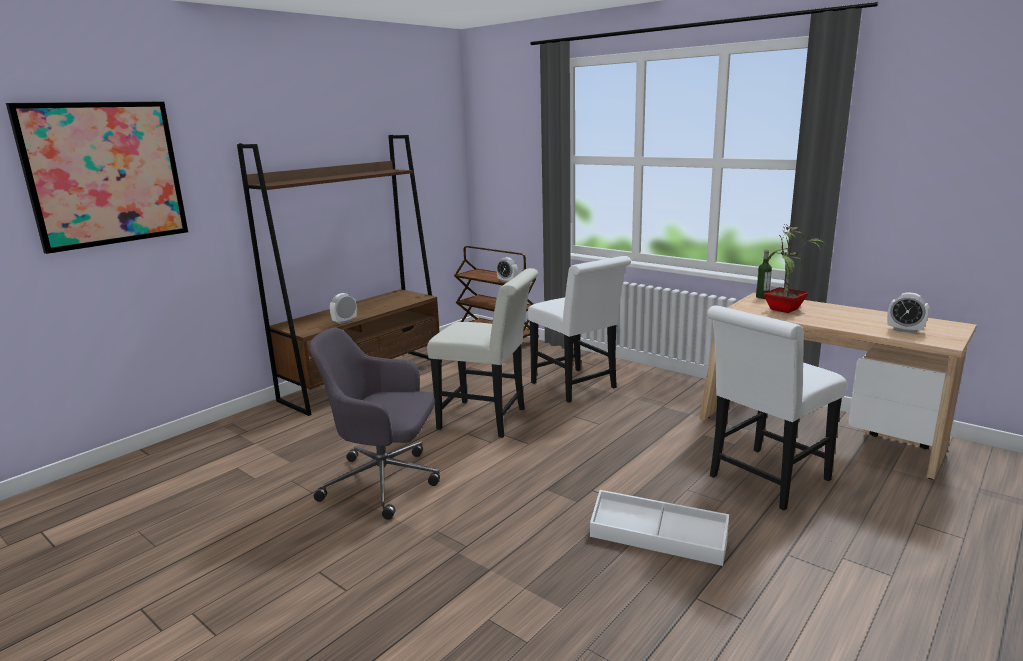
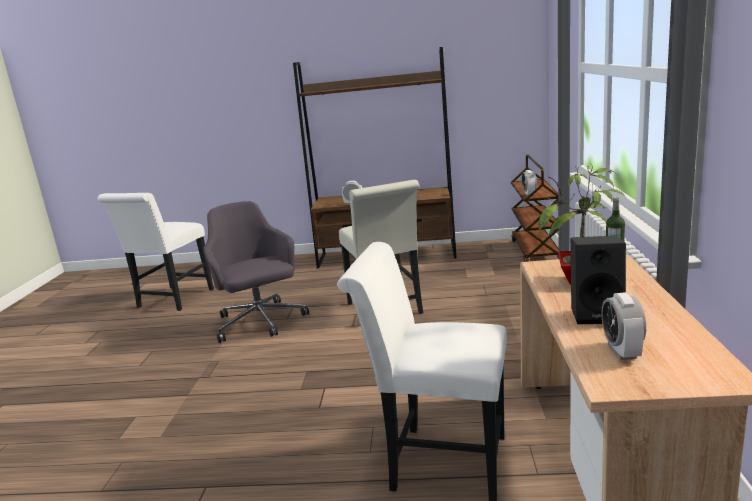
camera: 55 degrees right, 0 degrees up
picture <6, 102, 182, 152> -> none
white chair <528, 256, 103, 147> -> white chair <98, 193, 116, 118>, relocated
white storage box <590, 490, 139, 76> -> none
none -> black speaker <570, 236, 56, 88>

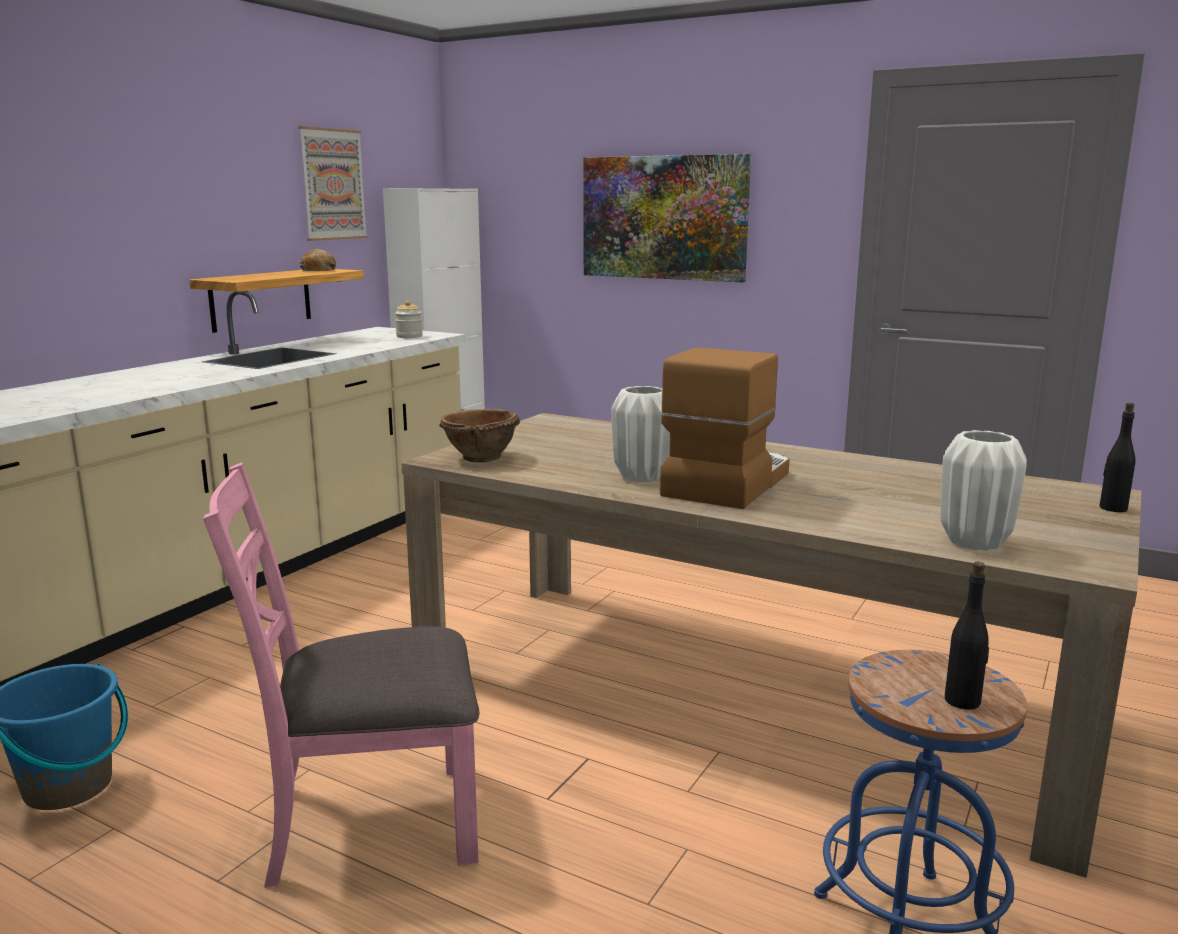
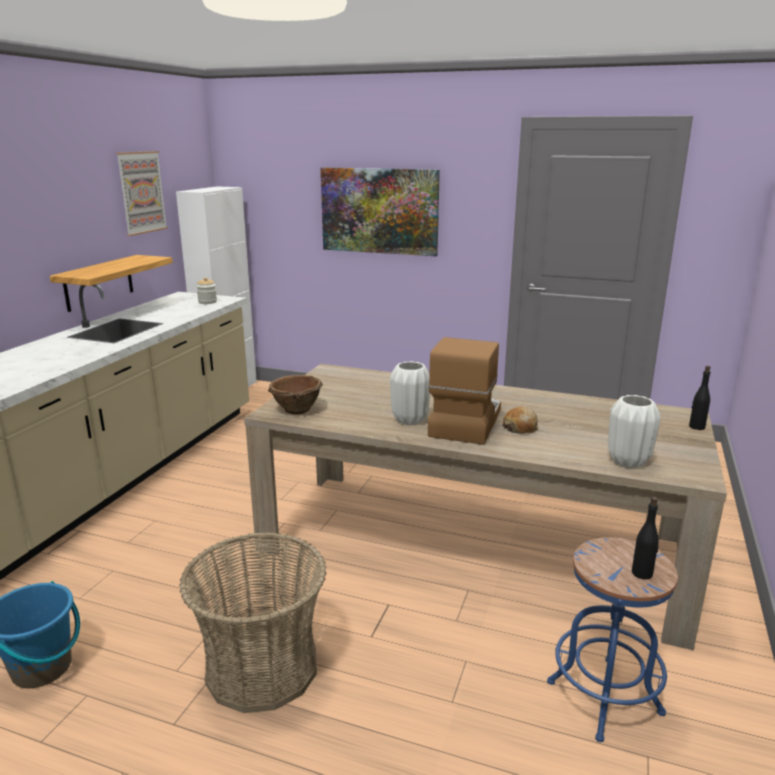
camera: 10 degrees left, 5 degrees up
bread <299, 249, 37, 22> -> bread <502, 407, 37, 27>, relocated
pink chair <203, 462, 276, 426> -> basket <179, 532, 147, 181>

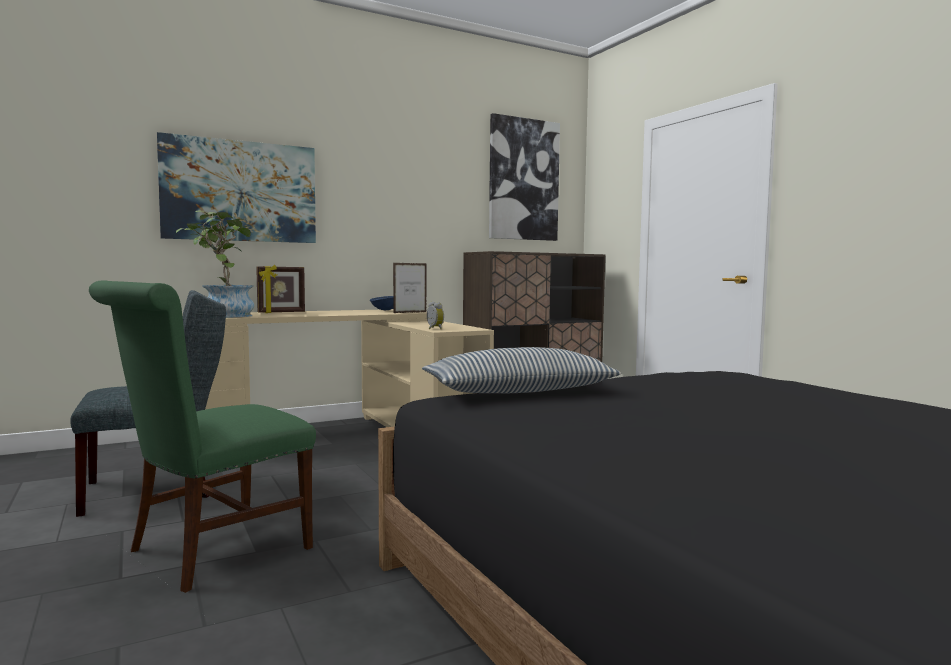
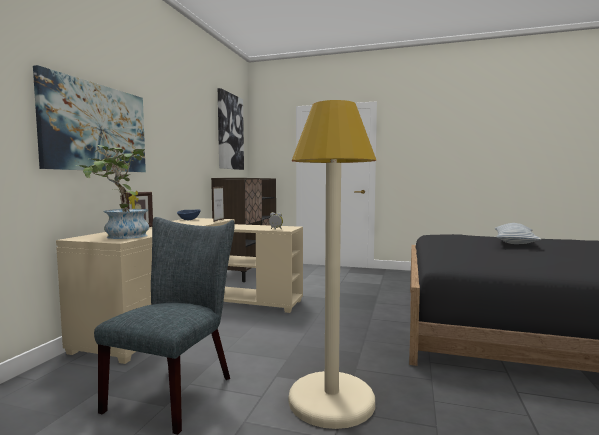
camera: 45 degrees left, 0 degrees up
green chair <89, 280, 227, 313> -> beige floor lamp <288, 100, 88, 329>
pillow <422, 347, 199, 46> -> pillow <495, 223, 46, 21>, relocated

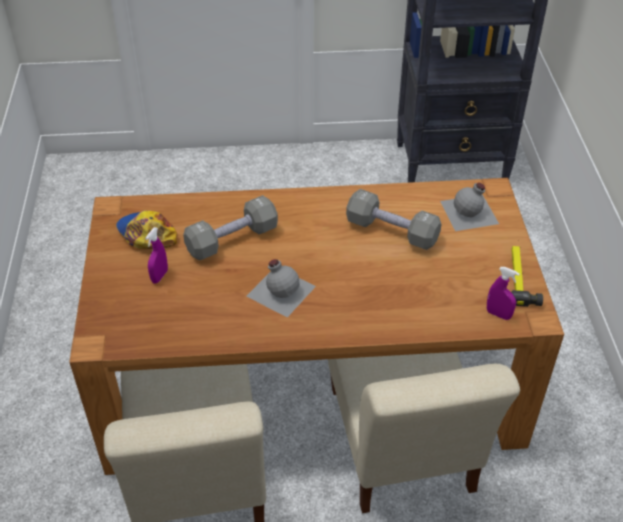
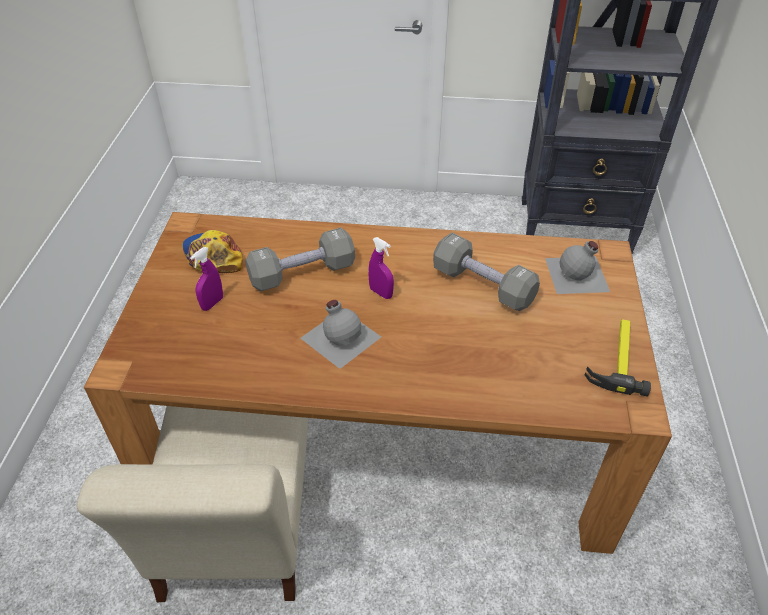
camera: 10 degrees right, 0 degrees up
purple spray bottle <487, 267, 33, 53> -> purple spray bottle <368, 237, 26, 62>, relocated
beige chair <328, 352, 192, 161> -> none

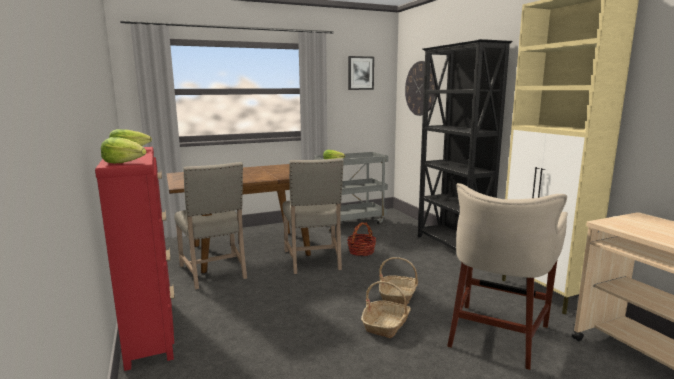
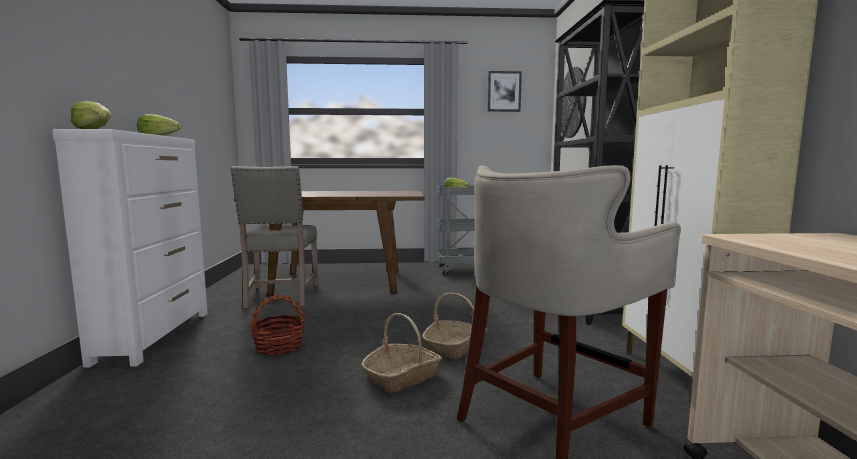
camera: 20 degrees right, 5 degrees down
red dresser <95, 147, 80, 224> -> white dresser <52, 129, 156, 239>
beige chair <282, 158, 62, 116> -> none
basket <347, 222, 29, 34> -> basket <249, 294, 57, 62>, relocated

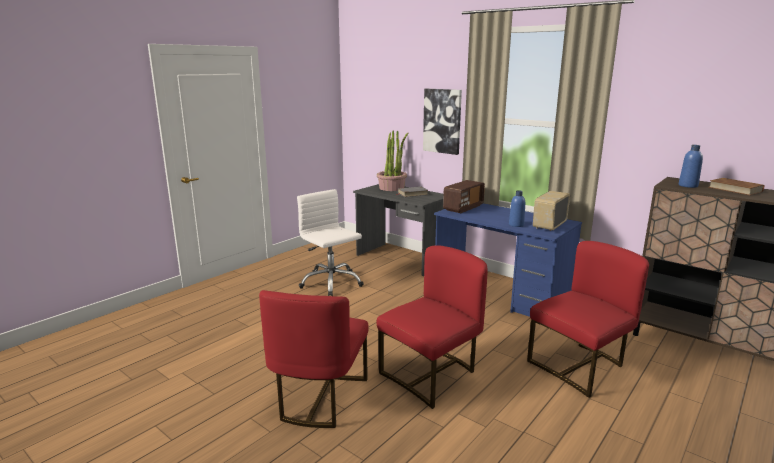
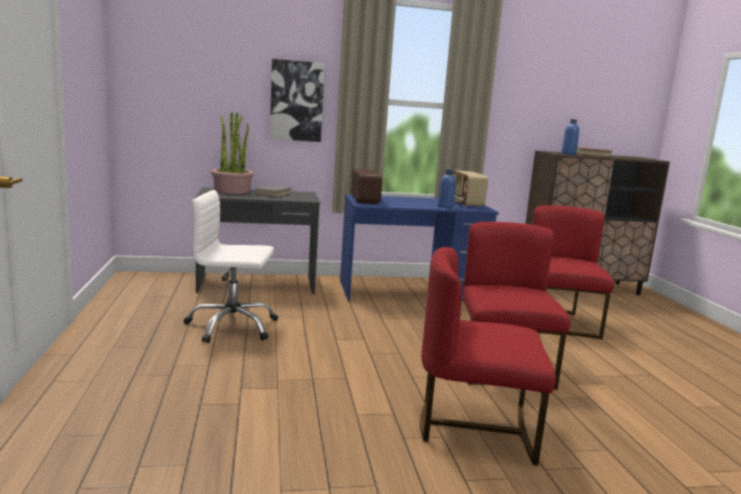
camera: 50 degrees left, 5 degrees down
red chair <259, 290, 110, 138> -> red chair <420, 247, 136, 218>, 135 degrees clockwise

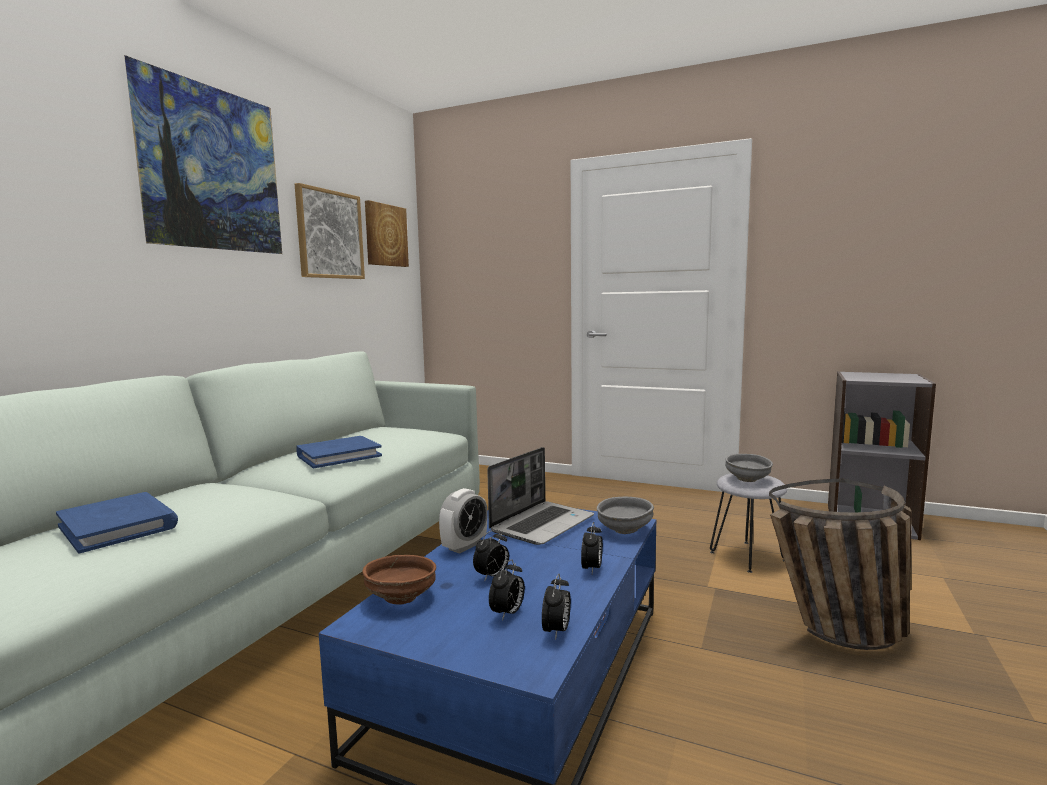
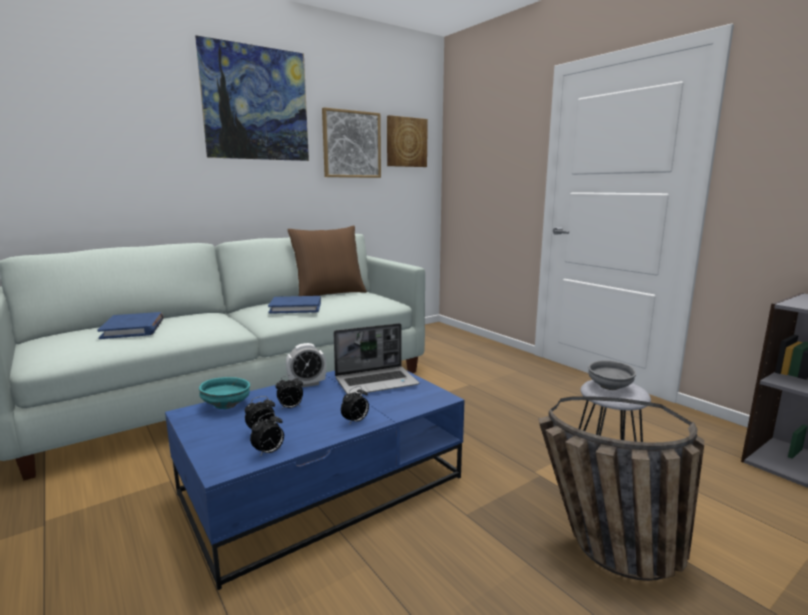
camera: 30 degrees right, 5 degrees up
grey bowl <597, 497, 57, 37> -> none
brown bowl <362, 555, 74, 49> -> turquoise bowl <199, 377, 51, 32>
none -> brown pillow <287, 226, 80, 70>

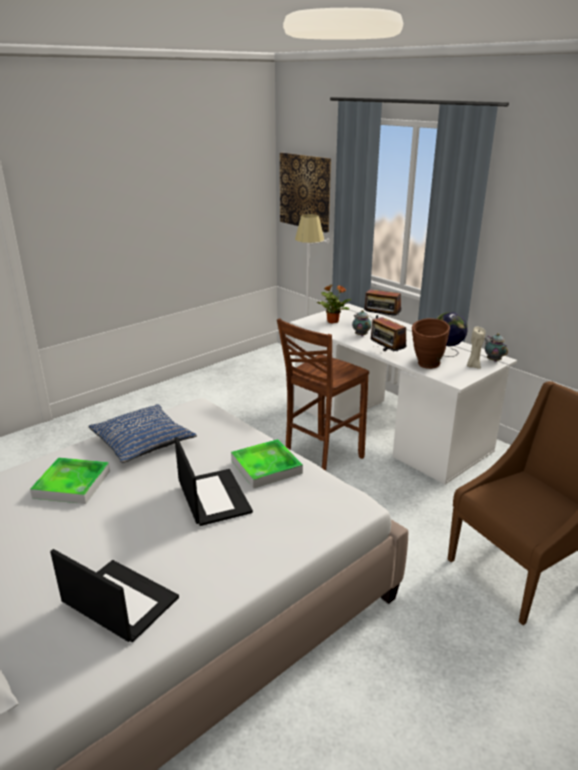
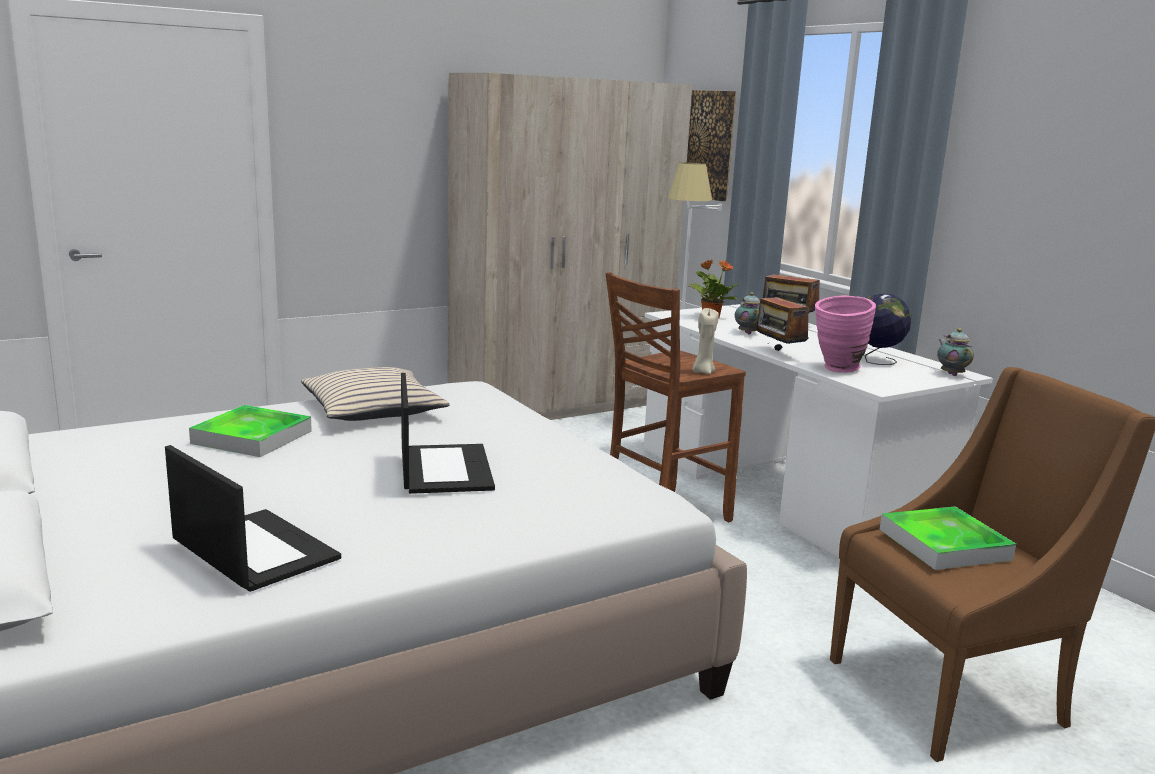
camera: 10 degrees right, 10 degrees down
brown vase <412, 318, 38, 51> -> pink vase <815, 295, 61, 78>
beige candle <467, 327, 18, 42> -> beige candle <692, 308, 27, 66>, relocated
blue pillow <88, 404, 109, 59> -> beige pillow <301, 367, 149, 54>
tray <231, 439, 72, 50> -> tray <879, 507, 137, 63>, relocated
none -> beige wardrobe <448, 73, 244, 347>

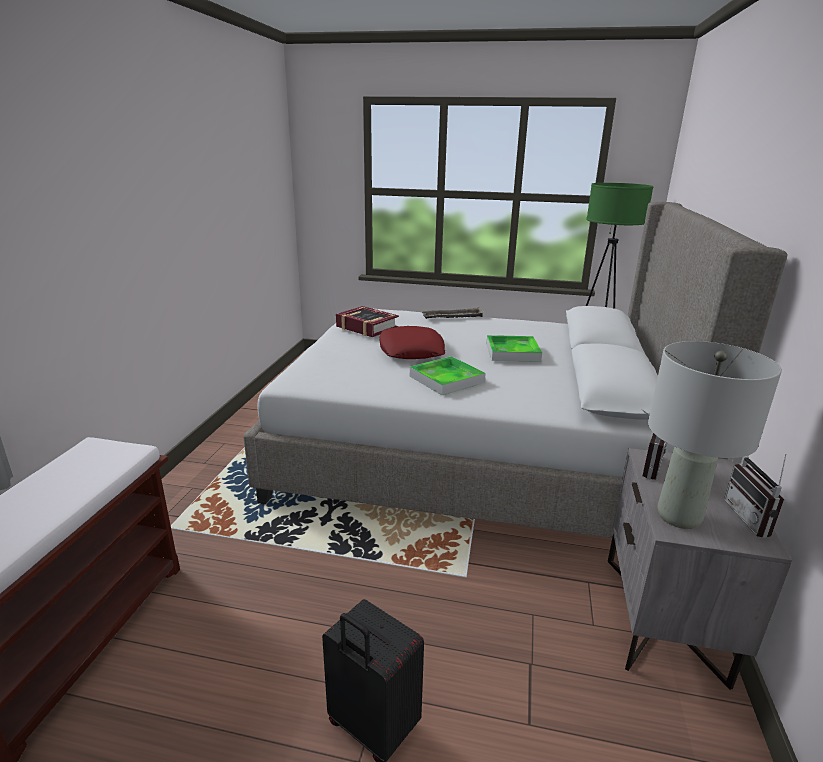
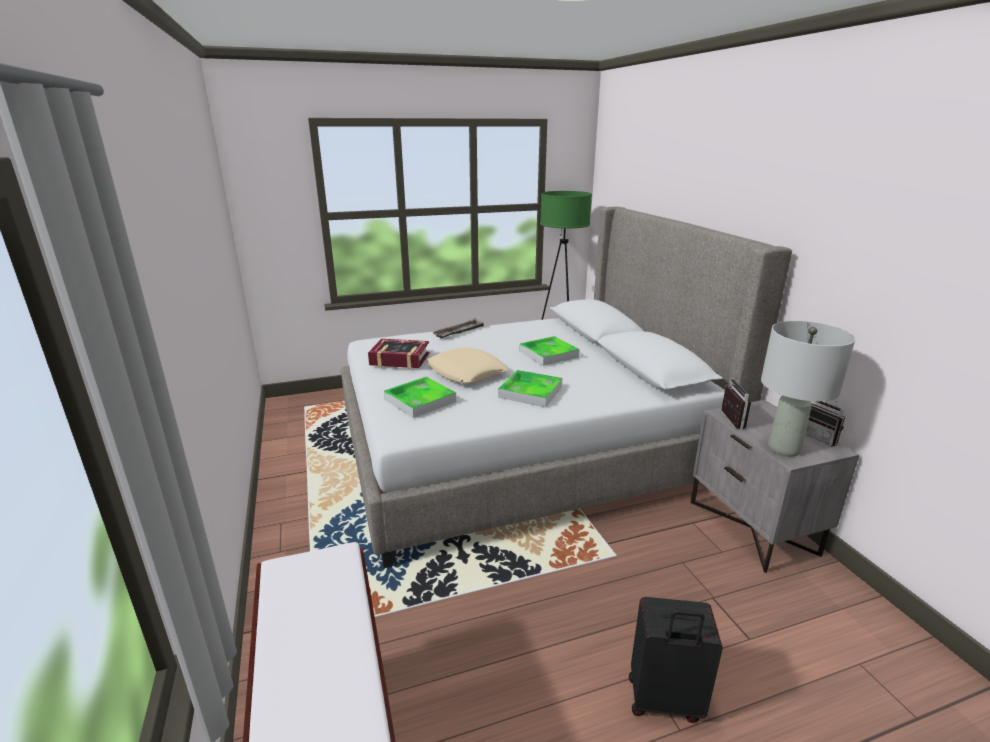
camera: 30 degrees left, 0 degrees up
red pillow <380, 326, 65, 33> -> beige pillow <426, 347, 83, 36>
none -> tray <384, 377, 72, 41>

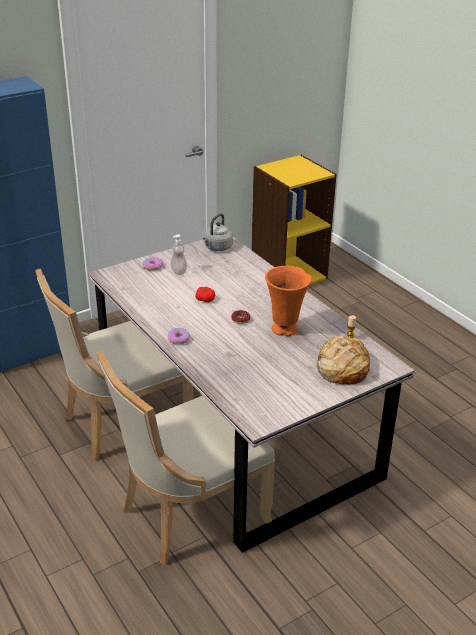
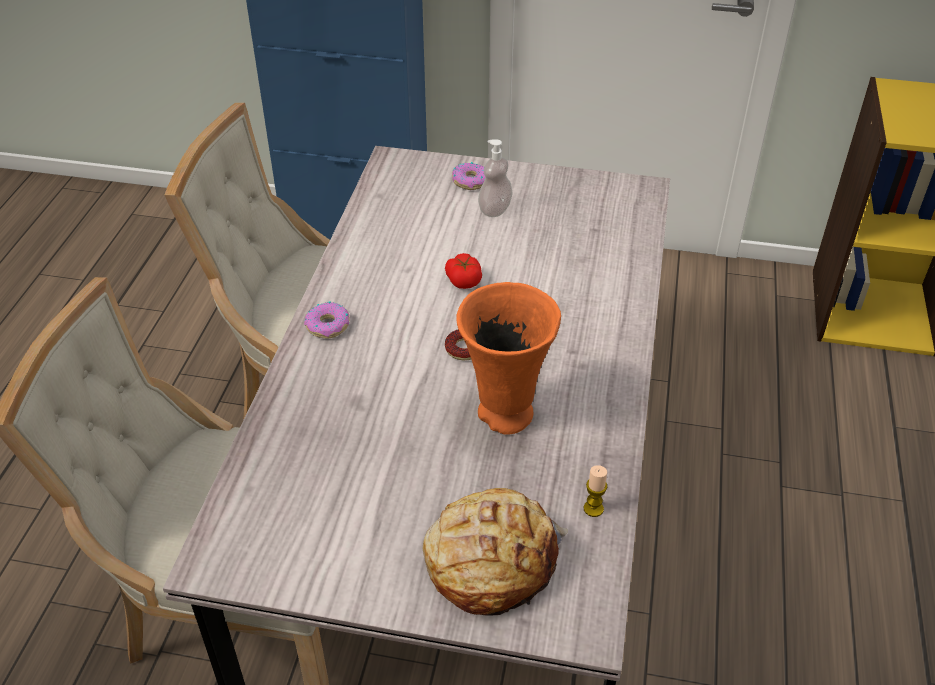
camera: 45 degrees right, 10 degrees up
grey kettle <203, 213, 30, 38> -> none

